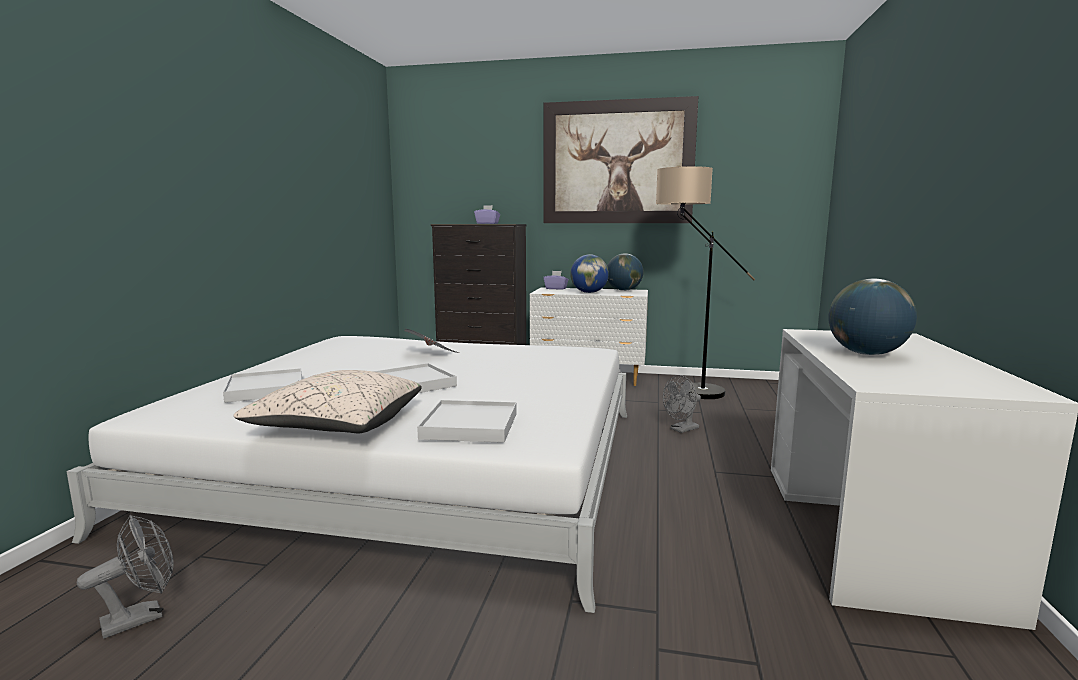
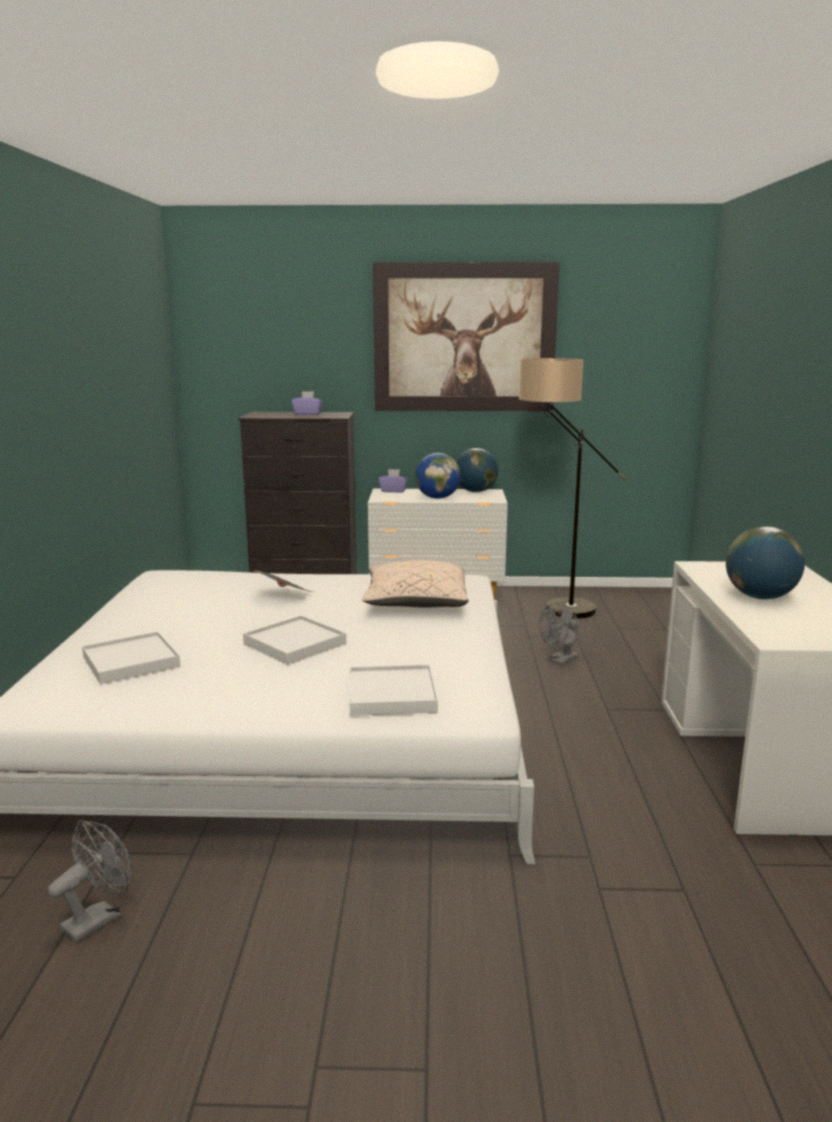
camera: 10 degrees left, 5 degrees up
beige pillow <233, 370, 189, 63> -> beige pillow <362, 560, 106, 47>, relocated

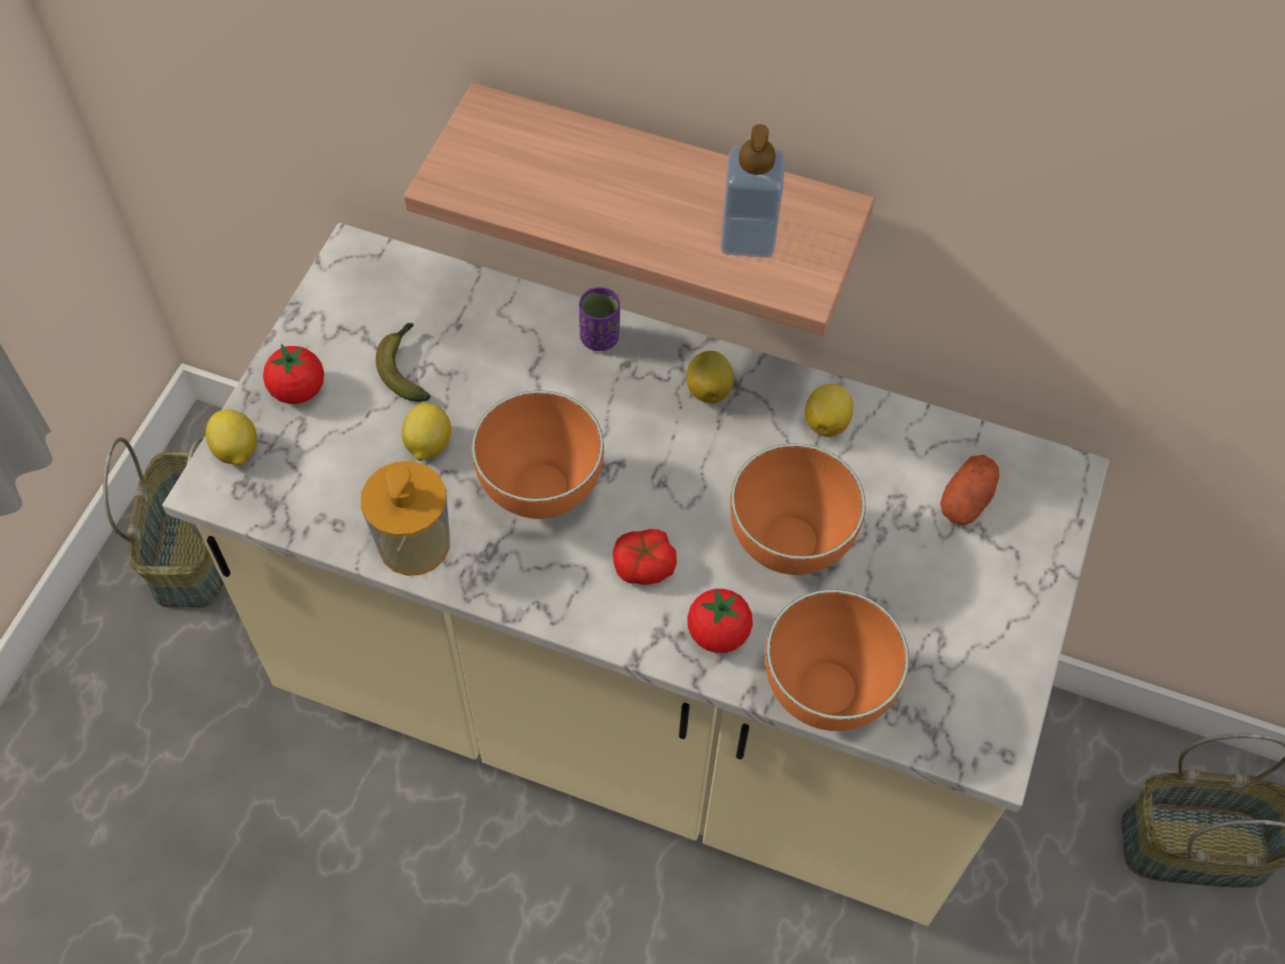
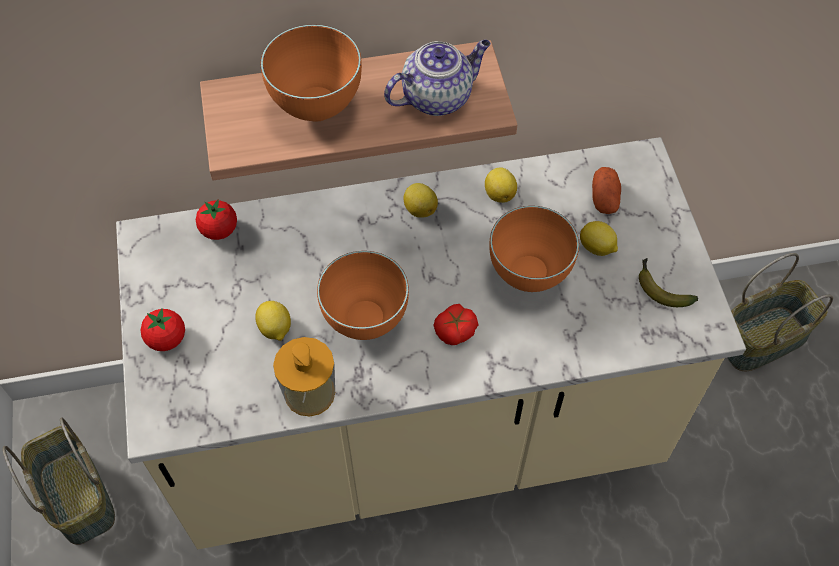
camera: 30 degrees left, 0 degrees up
soap dispenser <720, 124, 65, 134> -> teapot <384, 40, 107, 76>
purple cup <579, 287, 41, 64> -> none
banana <376, 323, 54, 79> -> banana <639, 258, 59, 49>, relocated
lemon <206, 409, 51, 57> -> lemon <580, 221, 38, 35>, relocated
tomato <687, 589, 66, 64> -> tomato <196, 199, 41, 41>, relocated
orange bowl <765, 589, 144, 142> -> orange bowl <260, 25, 102, 97>, relocated

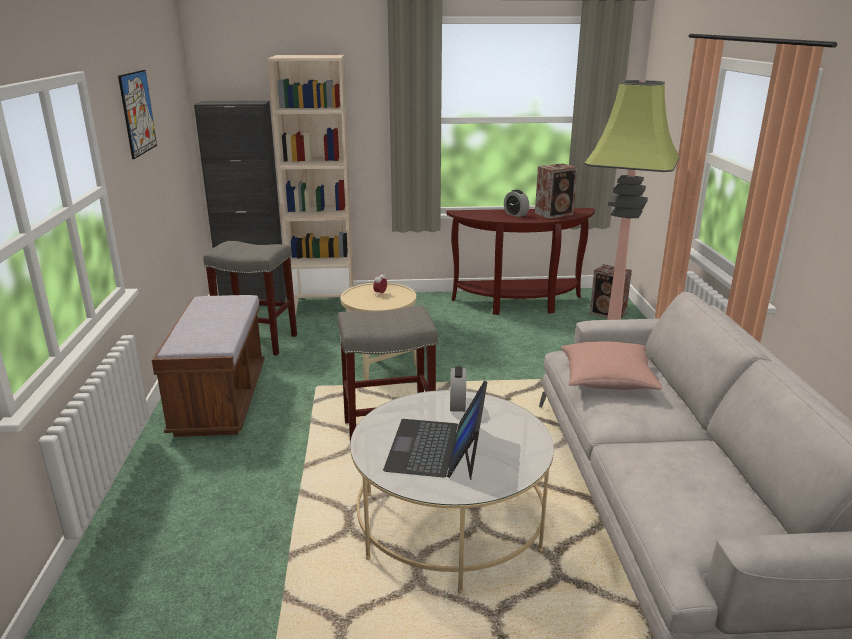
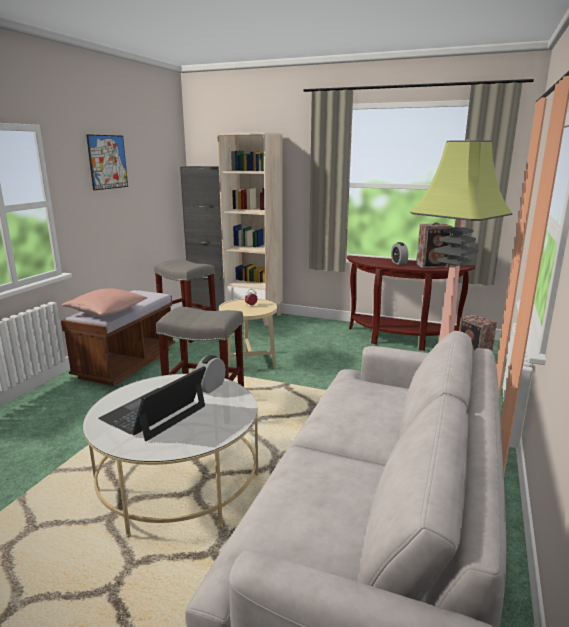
camera: 25 degrees right, 5 degrees down
pink pillow <561, 341, 101, 49> -> pink pillow <62, 288, 85, 28>, relocated

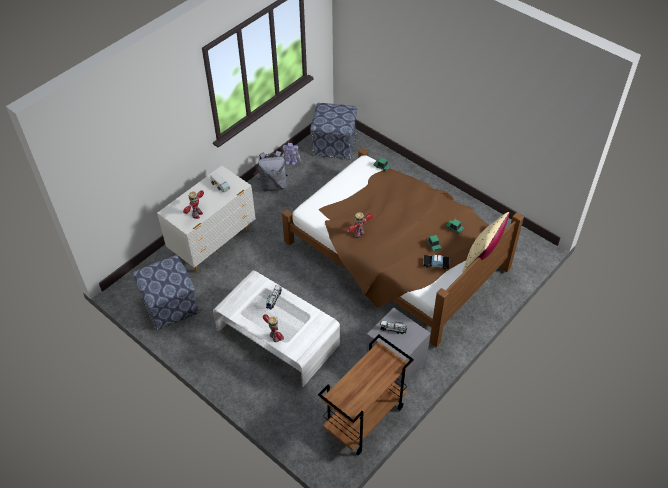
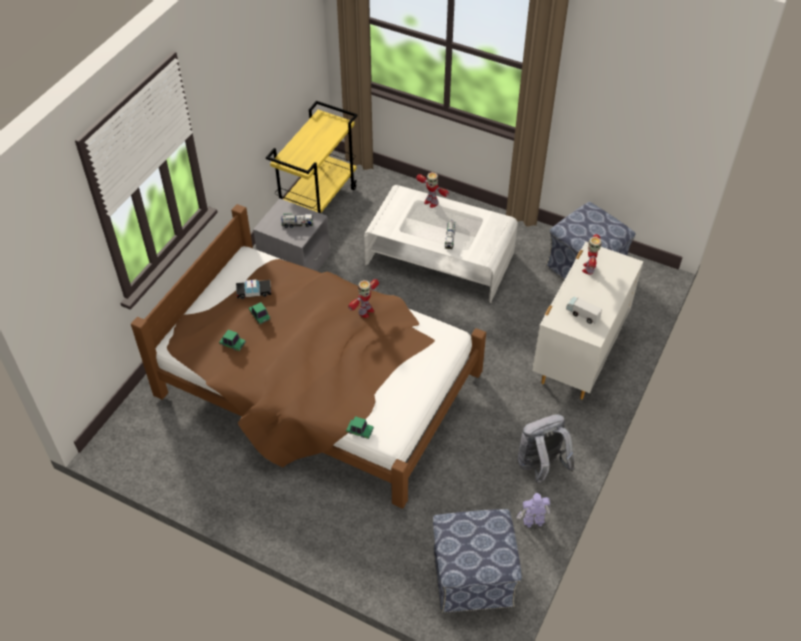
camera: 165 degrees right, 0 degrees up
beige pillow <463, 212, 46, 60> -> none
brown cart <318, 334, 96, 121> -> yellow cart <266, 101, 92, 112>

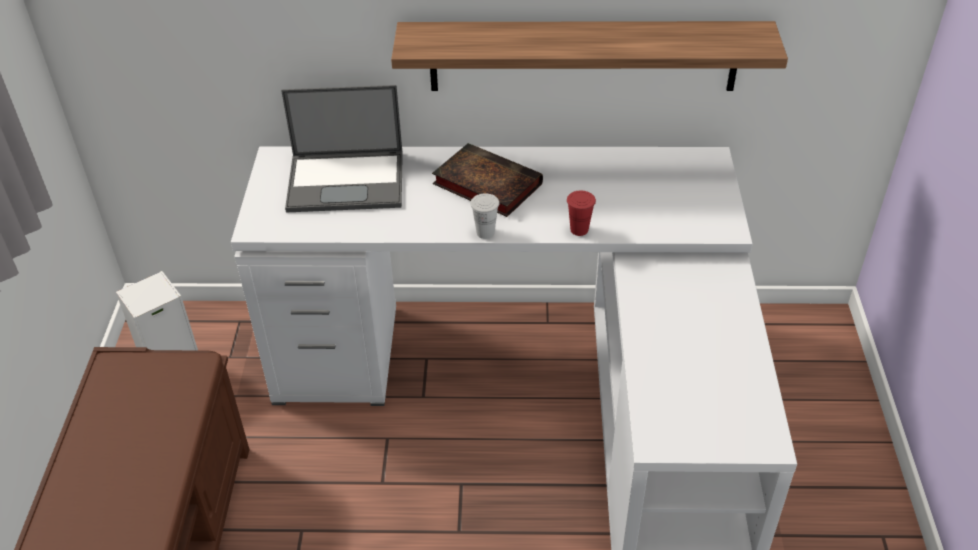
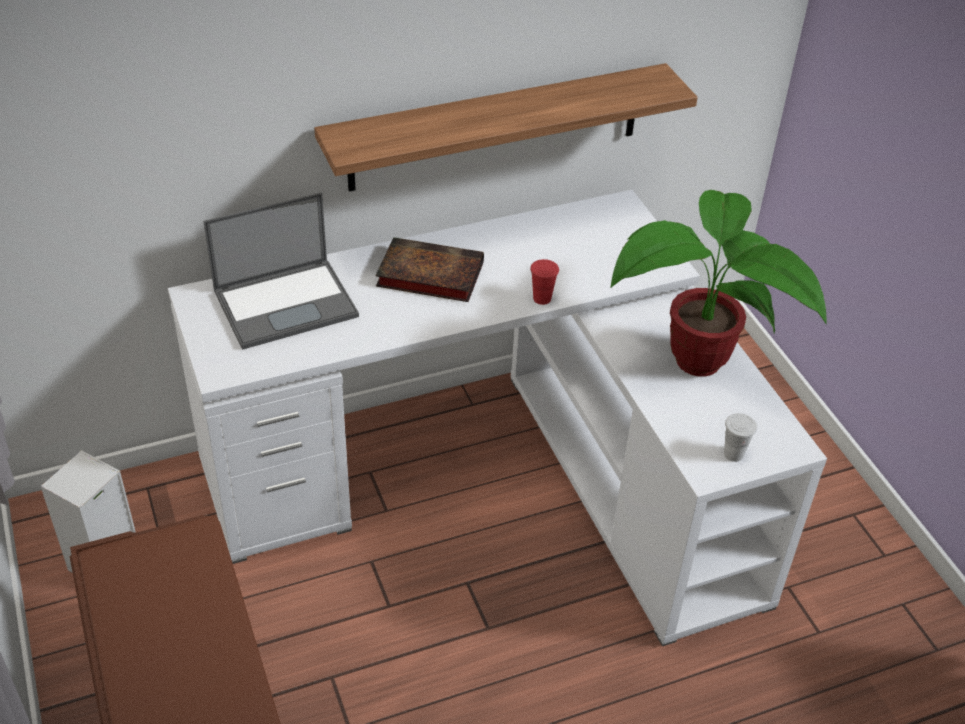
camera: 25 degrees left, 0 degrees up
white cup <470, 193, 29, 46> -> white cup <724, 413, 33, 49>, relocated
none -> potted plant <610, 190, 217, 187>

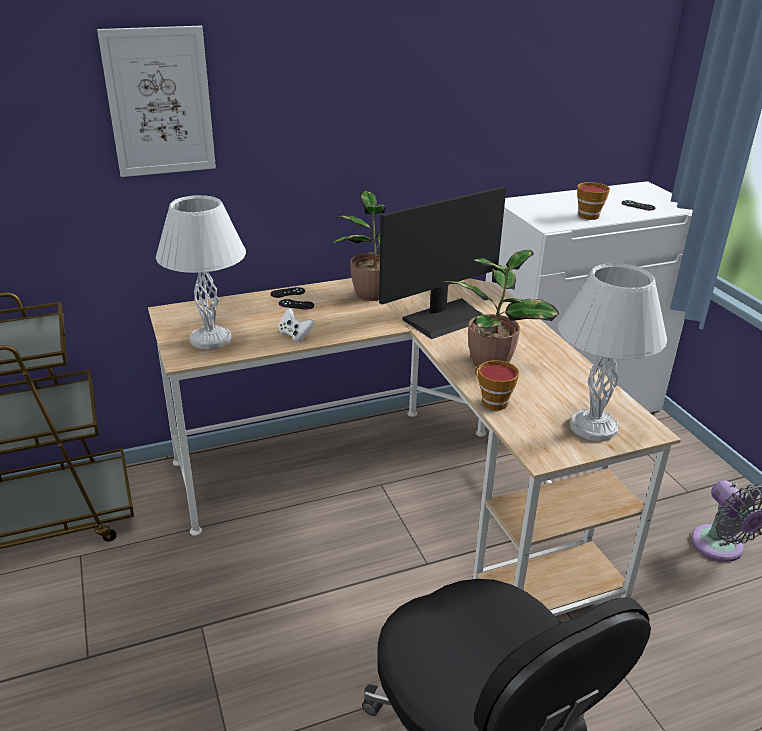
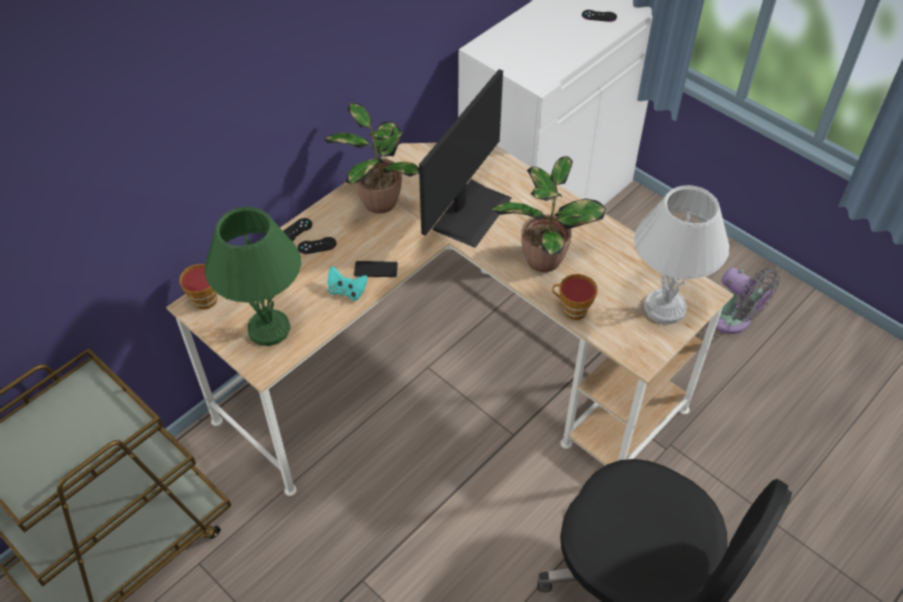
camera: 25 degrees left, 20 degrees up
picture <97, 26, 119, 151> -> none
cup <577, 182, 33, 38> -> cup <179, 264, 38, 46>, relocated
white table lamp <156, 195, 90, 154> -> green table lamp <204, 207, 98, 139>
white game controller <279, 308, 36, 34> -> turquoise game controller <328, 266, 40, 35>
none -> phone <354, 261, 44, 16>

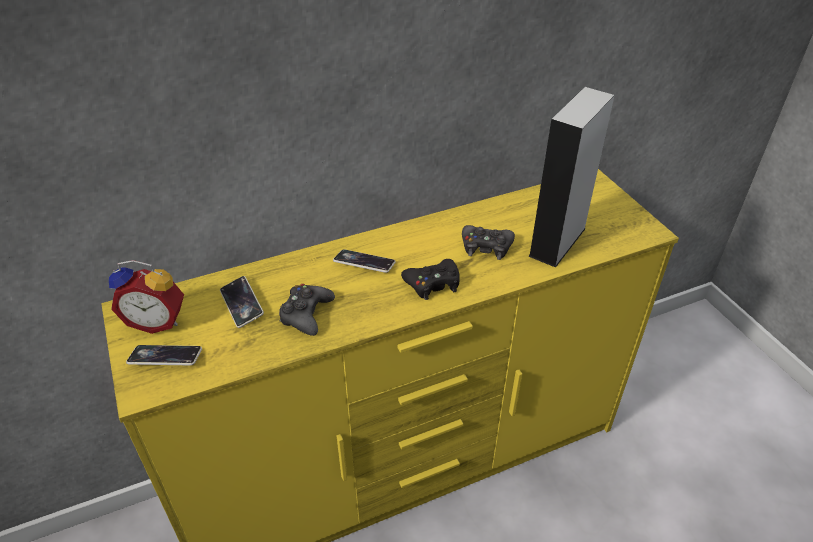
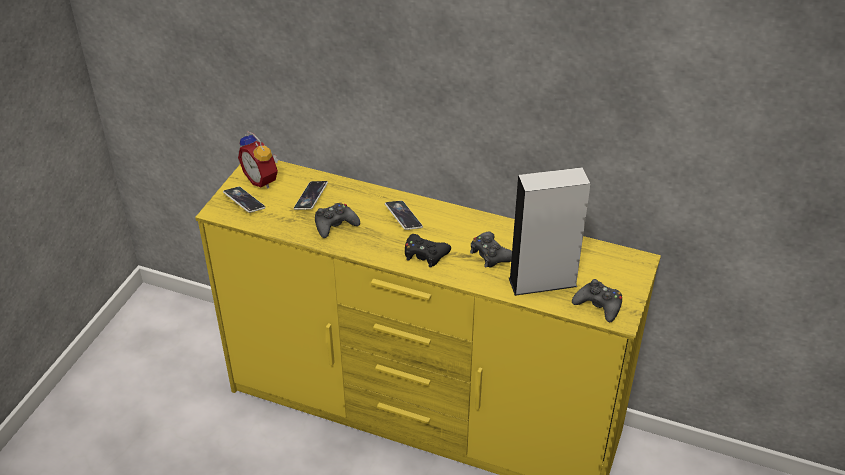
camera: 45 degrees right, 0 degrees up
none -> black game controller <572, 279, 50, 43>

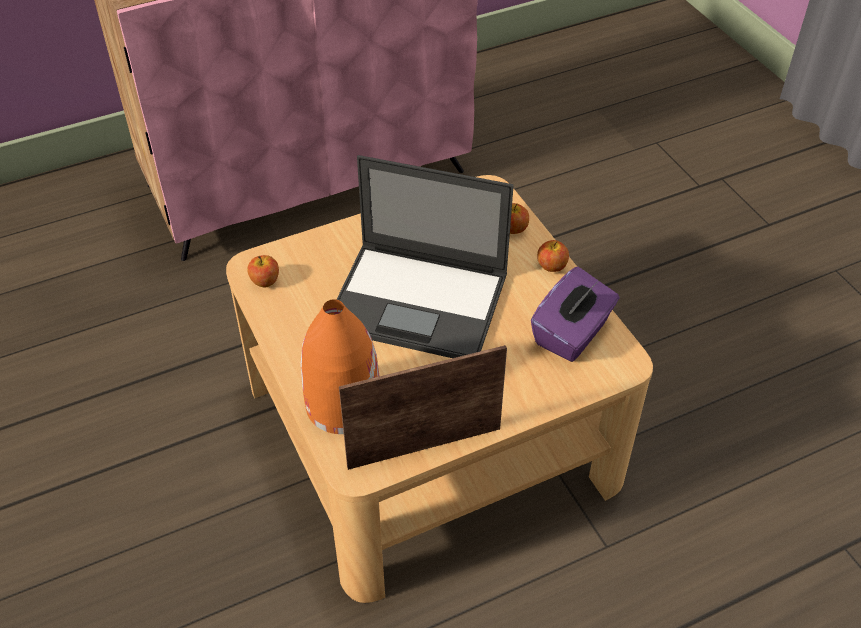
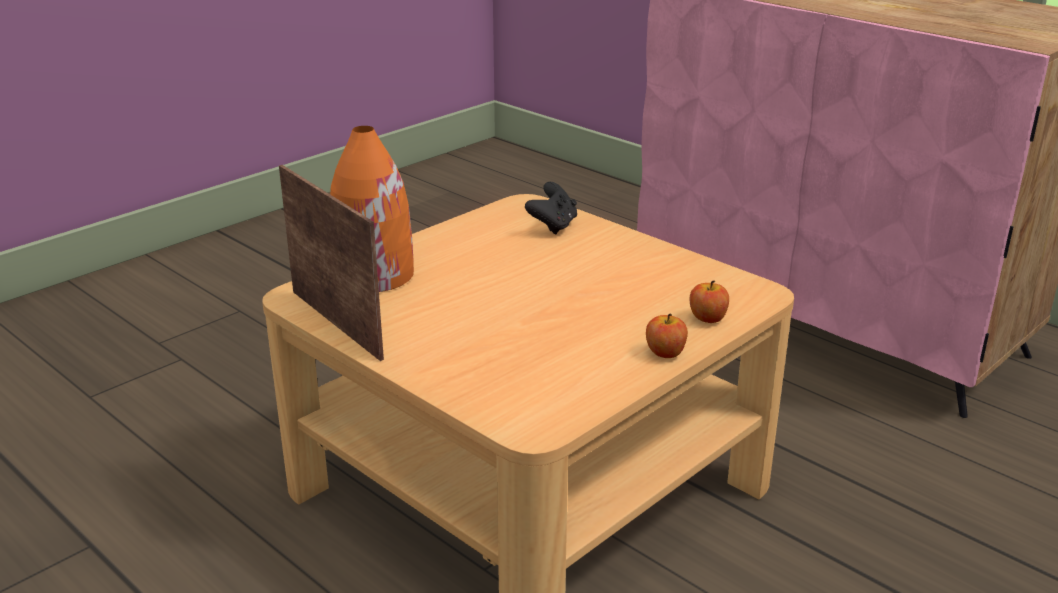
camera: 70 degrees right, 20 degrees down
laptop <336, 155, 178, 203> -> none
apple <247, 255, 32, 32> -> none
purple tissue box <531, 267, 89, 95> -> none
none -> black game controller <525, 182, 52, 53>

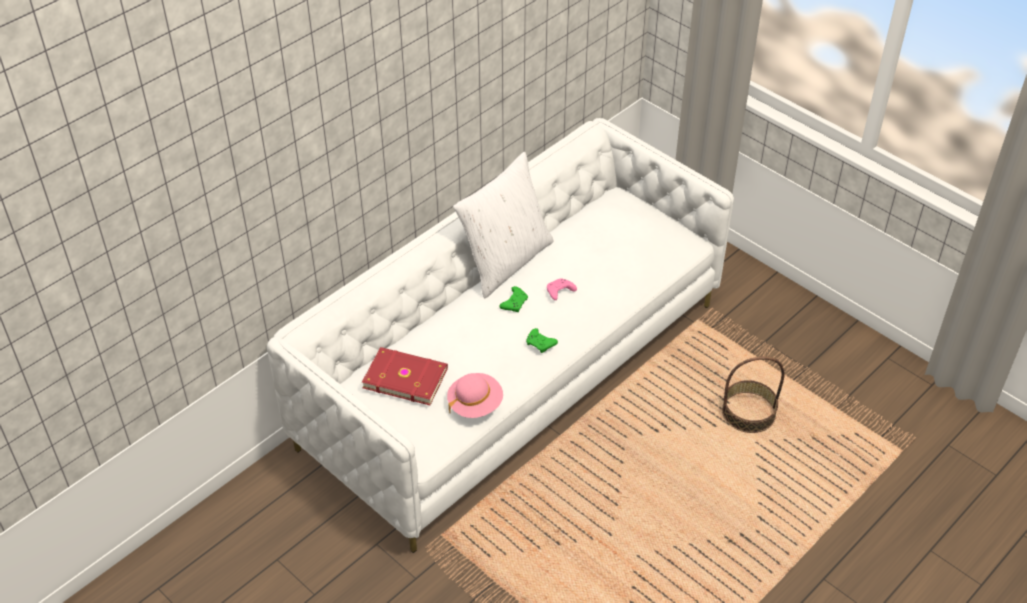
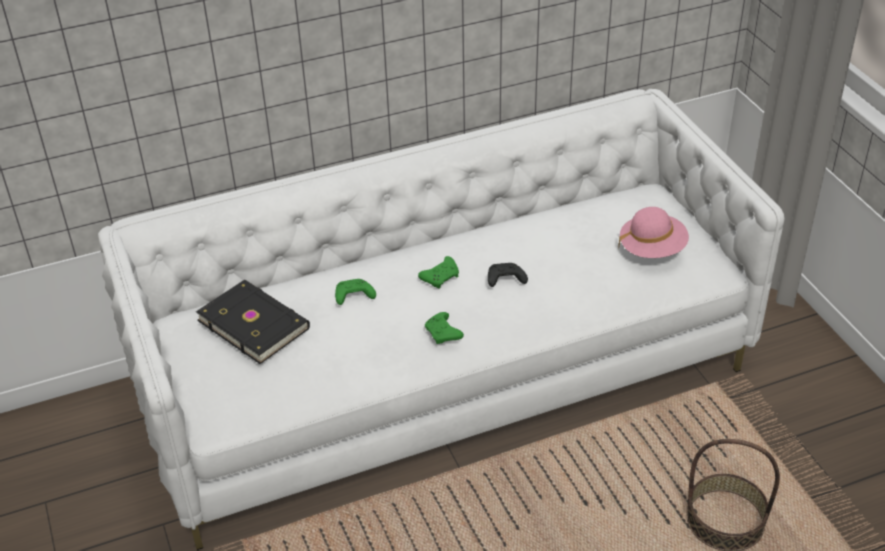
camera: 25 degrees right, 5 degrees down
white pillow <453, 152, 101, 146> -> none
pink game controller <547, 278, 30, 22> -> black game controller <488, 263, 40, 24>
red book <362, 347, 86, 58> -> black book <196, 280, 114, 84>
pink hat <447, 373, 56, 45> -> pink hat <618, 207, 71, 51>, relocated
none -> green game controller <335, 279, 41, 26>

